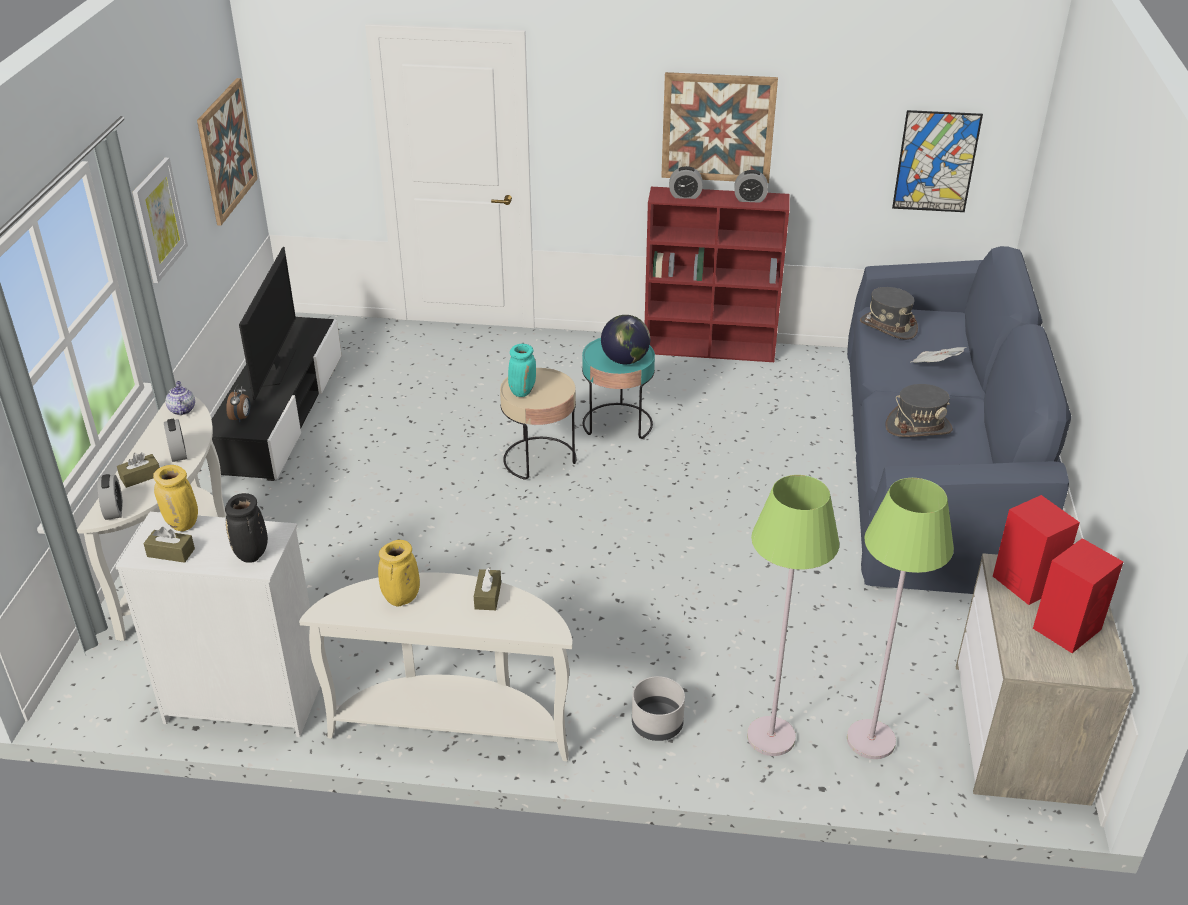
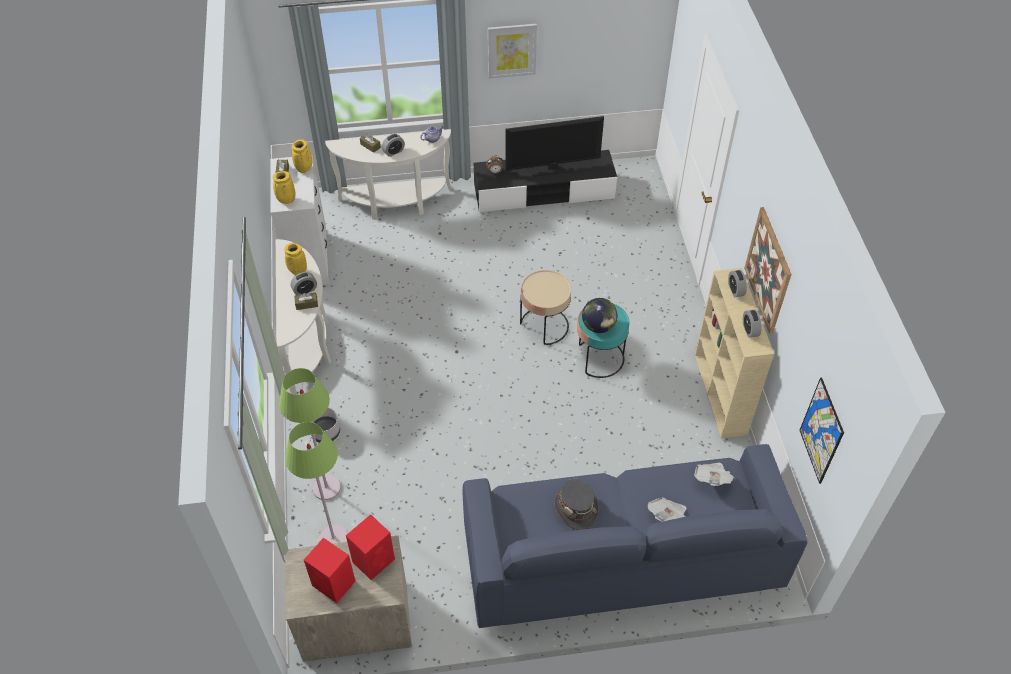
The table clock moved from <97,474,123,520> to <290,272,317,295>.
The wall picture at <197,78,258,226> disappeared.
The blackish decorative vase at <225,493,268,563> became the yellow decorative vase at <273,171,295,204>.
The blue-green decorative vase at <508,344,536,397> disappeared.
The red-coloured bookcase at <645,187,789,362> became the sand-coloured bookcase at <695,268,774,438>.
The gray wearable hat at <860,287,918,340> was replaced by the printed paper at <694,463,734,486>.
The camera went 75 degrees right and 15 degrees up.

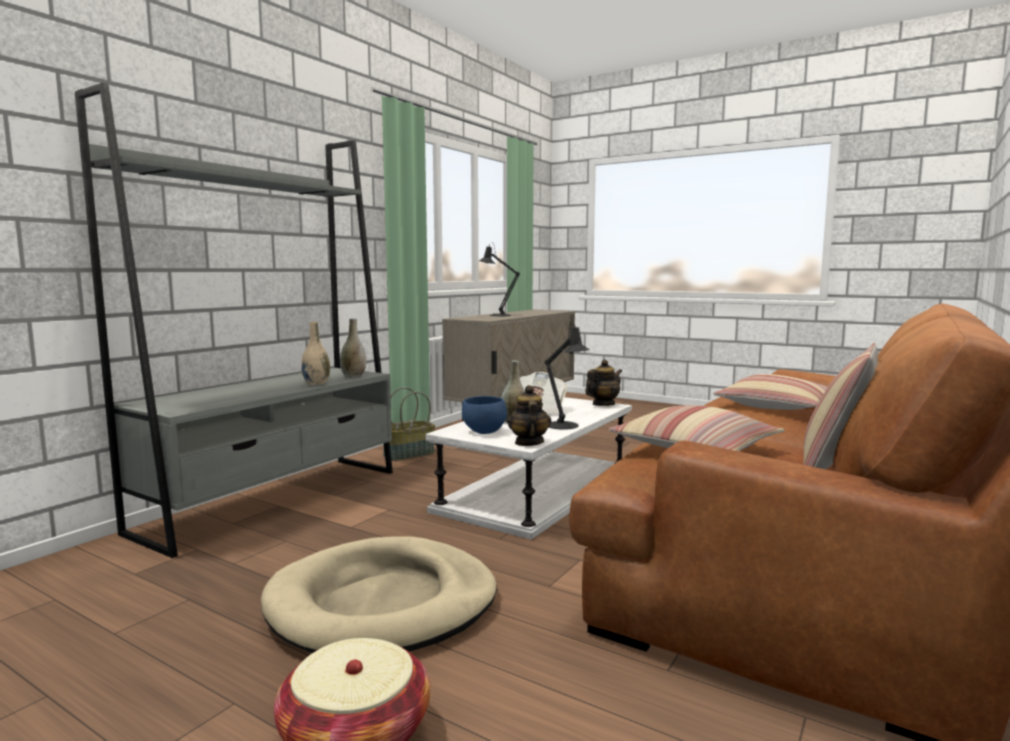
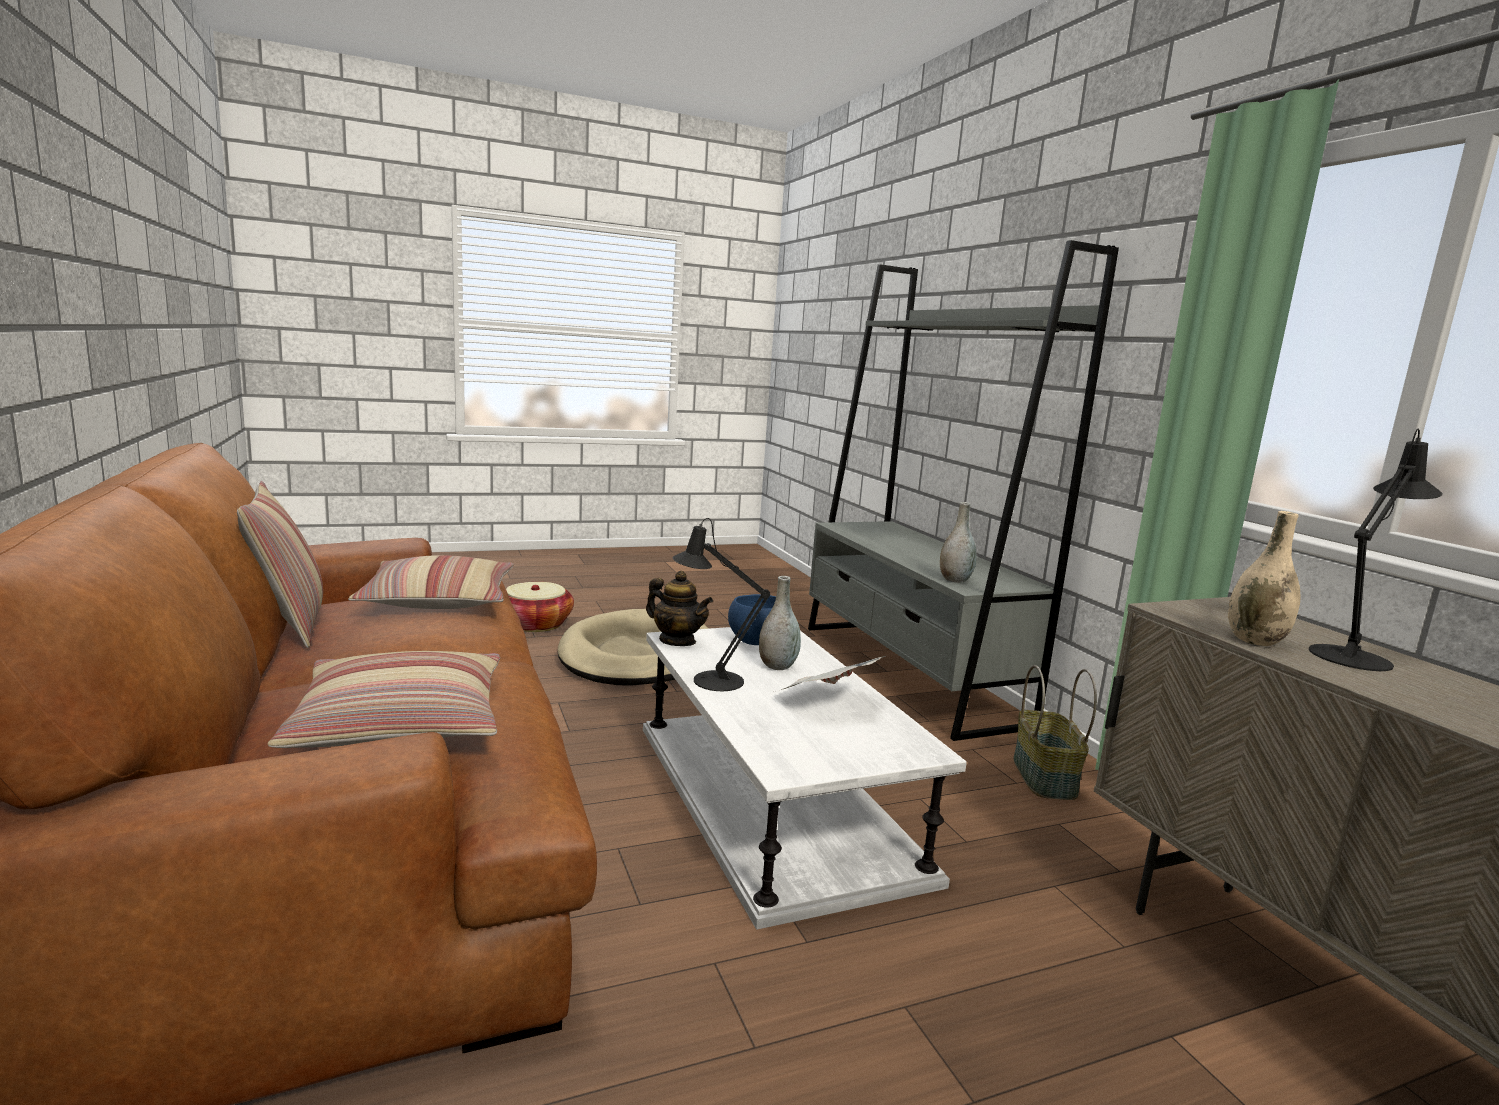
The sand-coloured decorative vase moved from <301,322,330,385> to <1228,511,1300,646>.
The tea pot at <585,360,622,406> disappeared.
The camera went 125 degrees right and 5 degrees up.

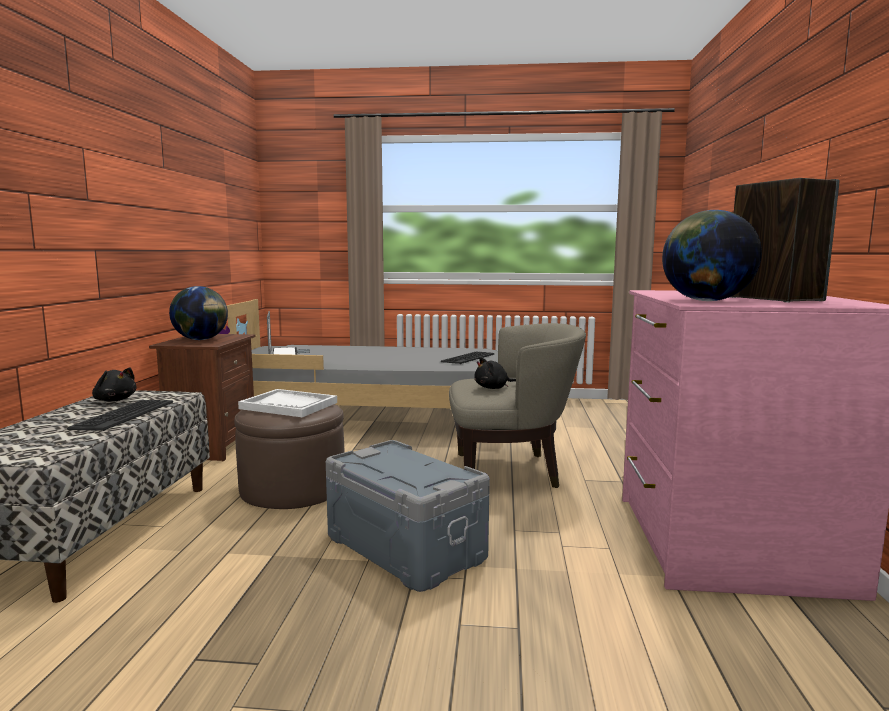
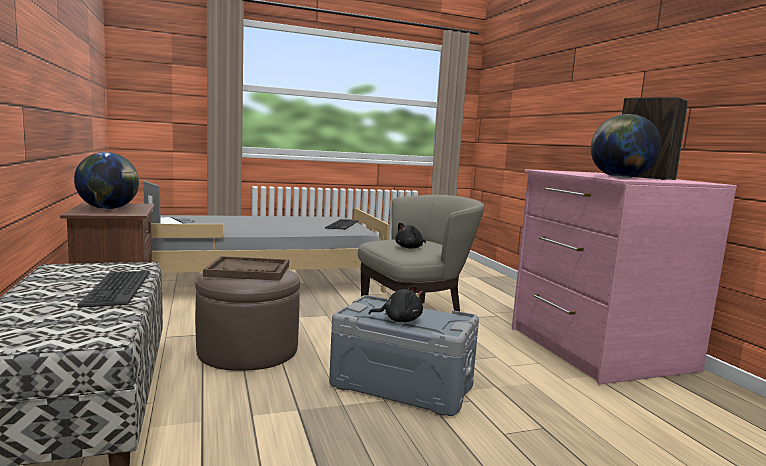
The blackish plush toy moved from <92,368,137,402> to <369,285,423,322>.
The whitish tray at <238,389,337,417> became the brown-coloured tray at <203,256,289,281>.
The camera went 25 degrees left and 0 degrees up.

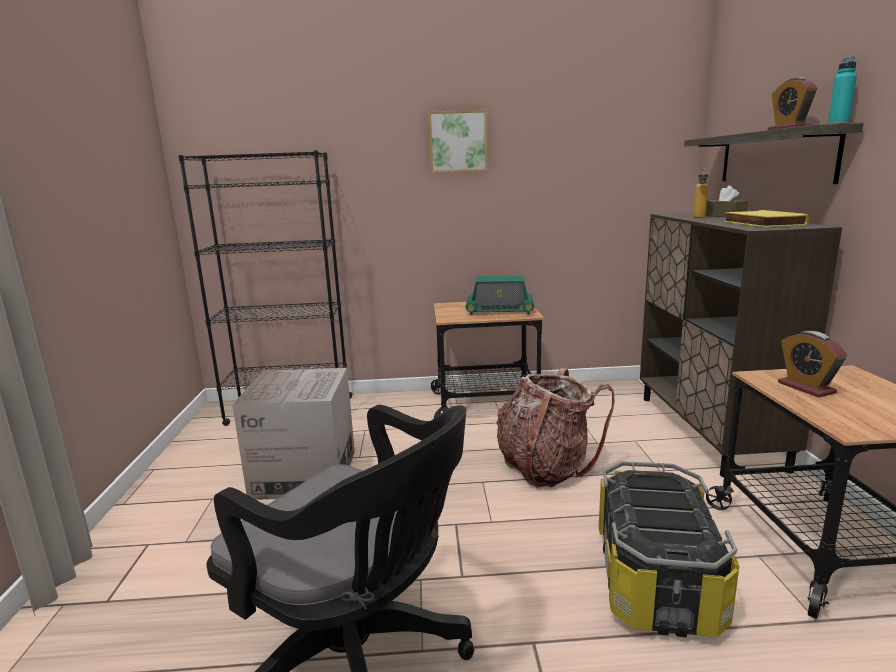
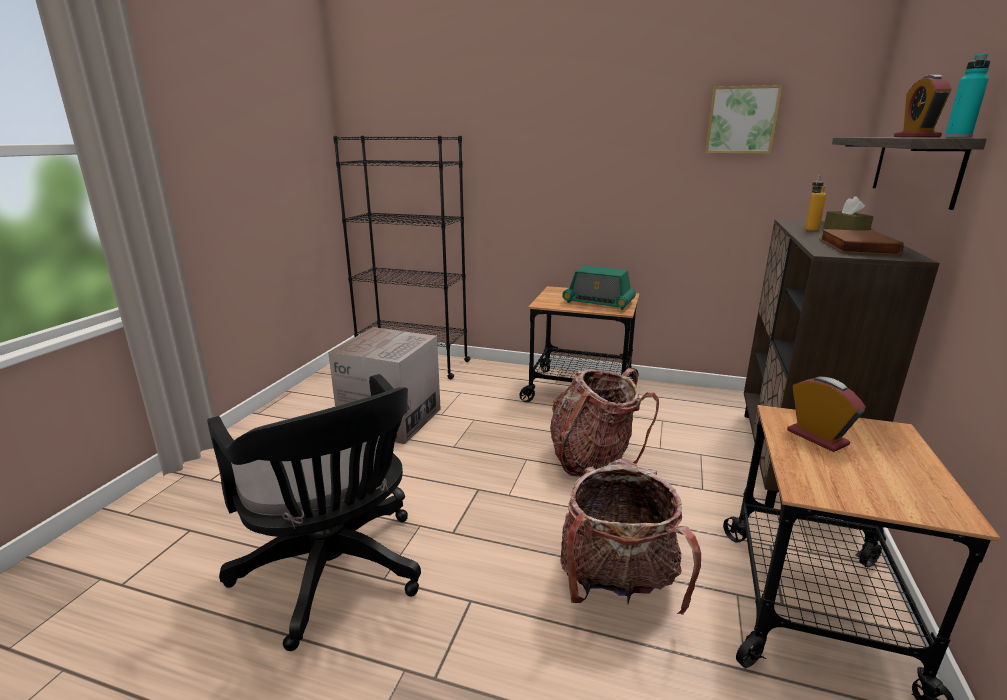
The wall picture moved from <428,110,488,173> to <705,85,782,154>.
The storage box at <599,461,739,638> was replaced by the rucksack at <560,458,701,615>.
The yellow bound book at <724,210,809,227> became the brown-coloured bound book at <819,229,904,256>.
The table clock at <778,331,847,397> turned 150 degrees clockwise.
The camera went 20 degrees right and 5 degrees up.

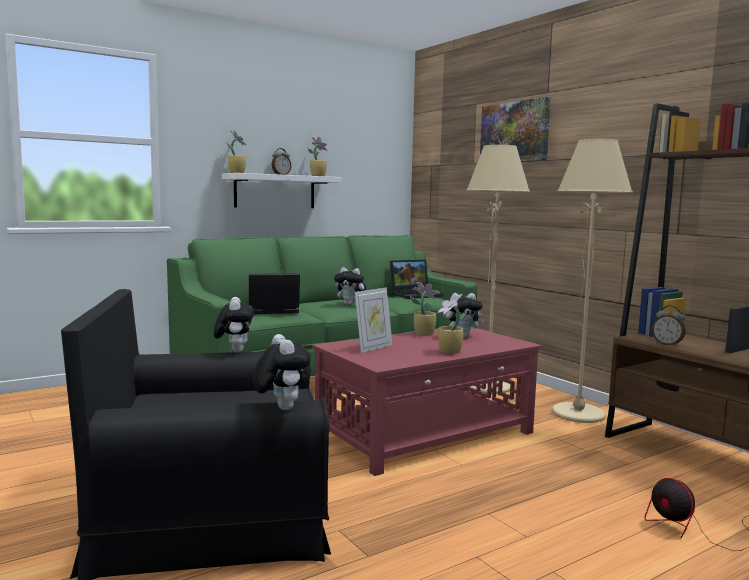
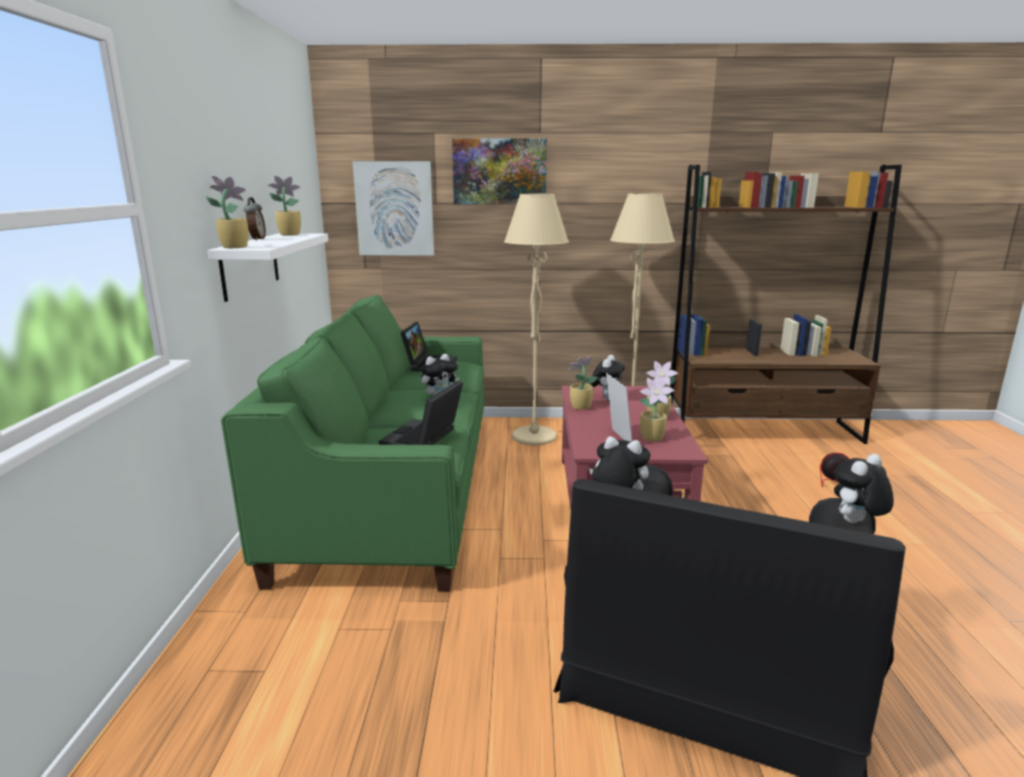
The plush toy at <252,334,311,410> turned 45 degrees counterclockwise.
The table clock at <652,305,686,347> disappeared.
The wall picture at <353,161,434,256> appeared.
The houseplant at <639,377,675,442> appeared.
The camera went 55 degrees left and 10 degrees up.

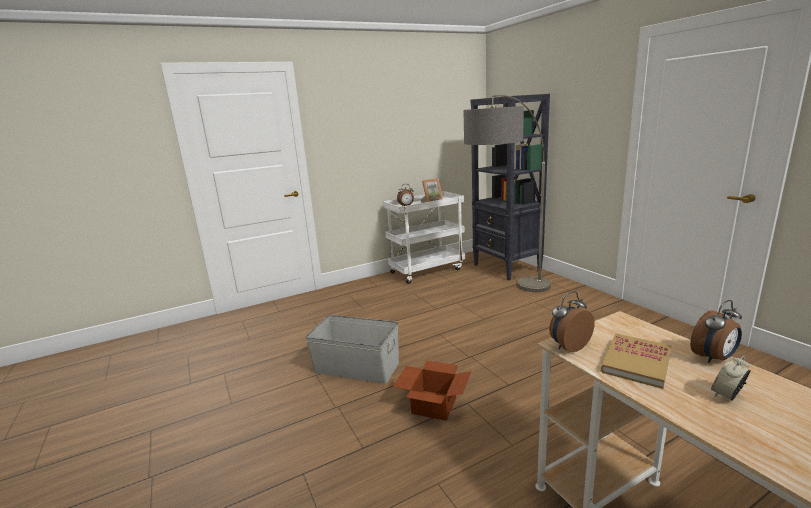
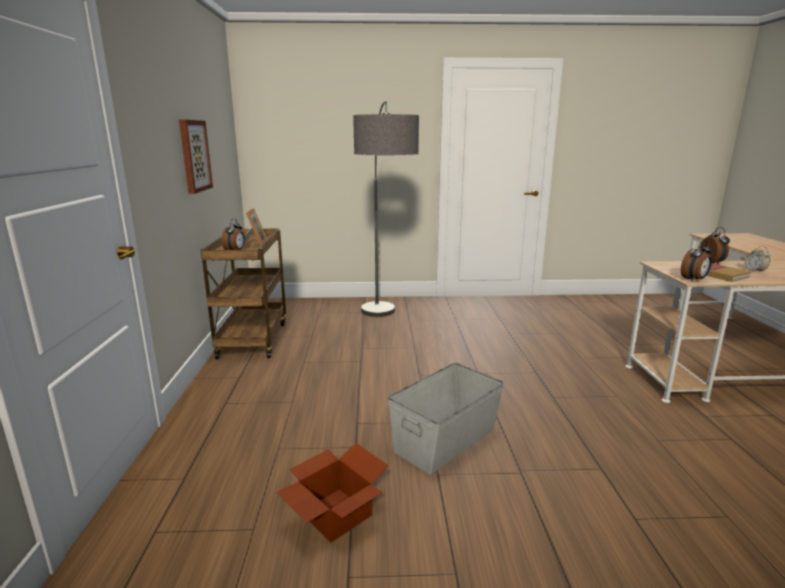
The whitish trolley at <383,191,465,284> became the brown-coloured trolley at <201,229,286,359>.
The packing box moved from <393,360,472,421> to <276,443,389,542>.
The blackish bookcase at <470,94,550,280> disappeared.
The table clock at <549,291,595,352> turned 120 degrees counterclockwise.
The wall picture at <179,119,213,194> appeared.
The camera went 65 degrees left and 0 degrees up.

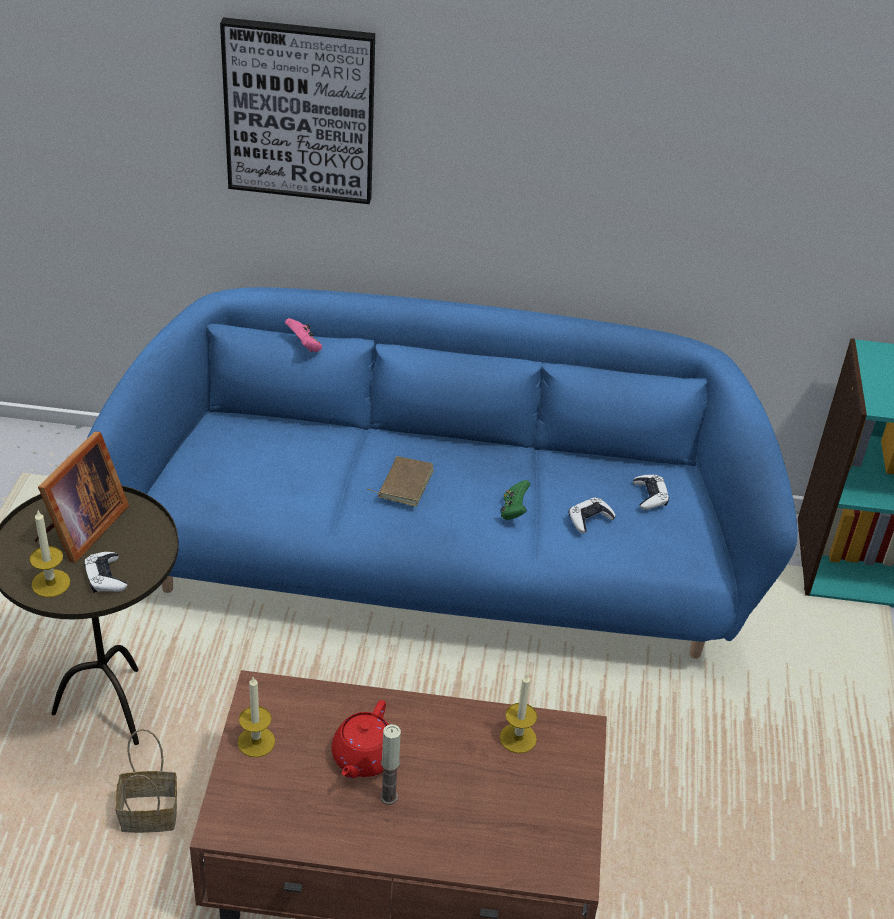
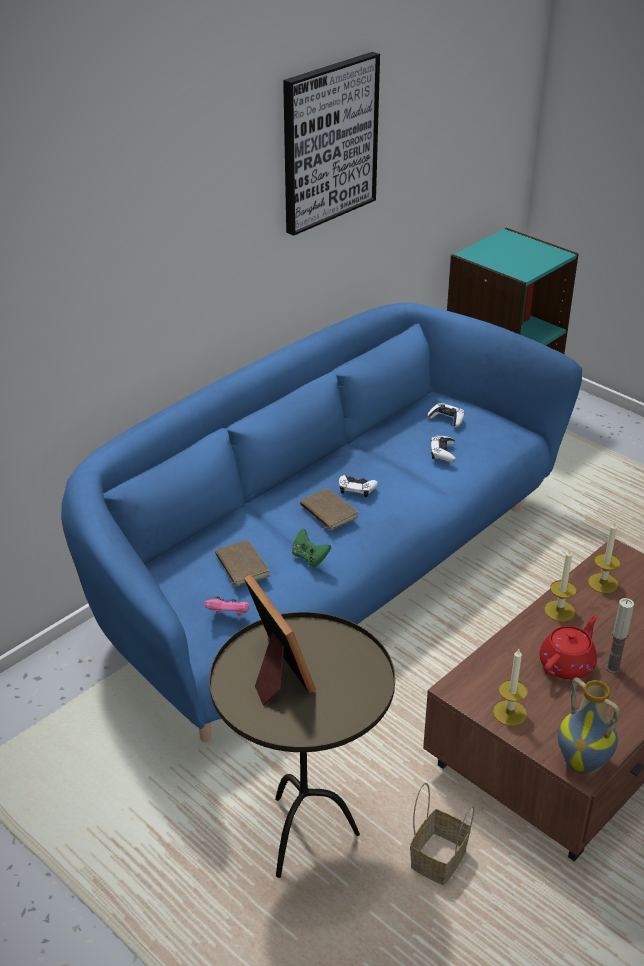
The candle moved from <30,511,70,597> to <545,549,577,622>.
The whitish game controller moved from <84,552,127,593> to <339,475,378,497>.
The wall picture moved from <220,17,375,204> to <283,52,380,236>.
The pinkish game controller moved from <285,318,322,352> to <205,596,249,616>.
The red-coloured tea pot at <332,700,389,779> turned 105 degrees counterclockwise.
The green game controller moved from <501,480,530,520> to <292,528,331,567>.
The brown-coloured bound book at <215,540,270,586> appeared.
The decorative vase at <558,677,620,774> appeared.
The camera went 50 degrees left and 5 degrees down.

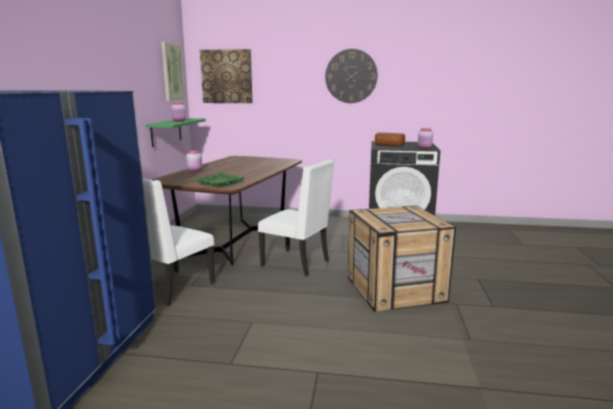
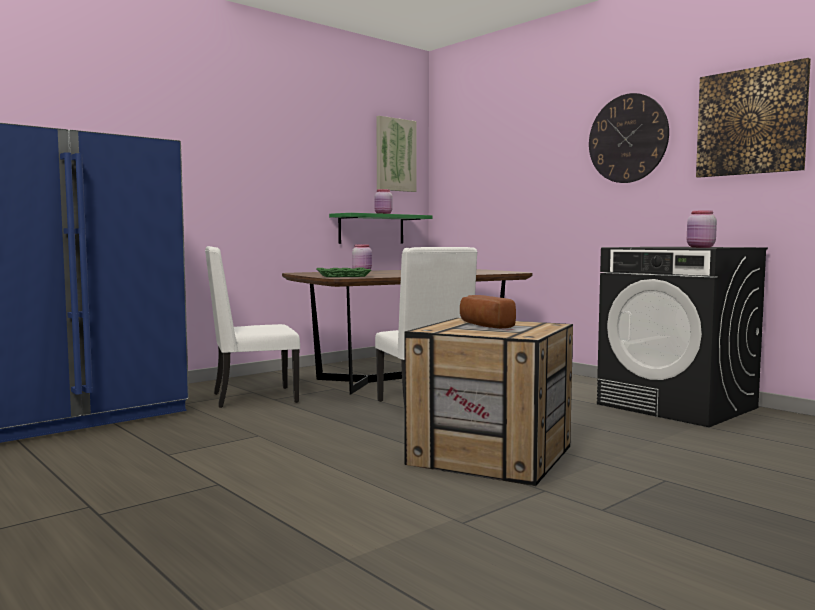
The wall picture moved from <200,49,252,103> to <696,58,811,178>.
The bakery bread moved from <375,133,405,146> to <460,295,516,328>.
The camera went 40 degrees right and 10 degrees down.

